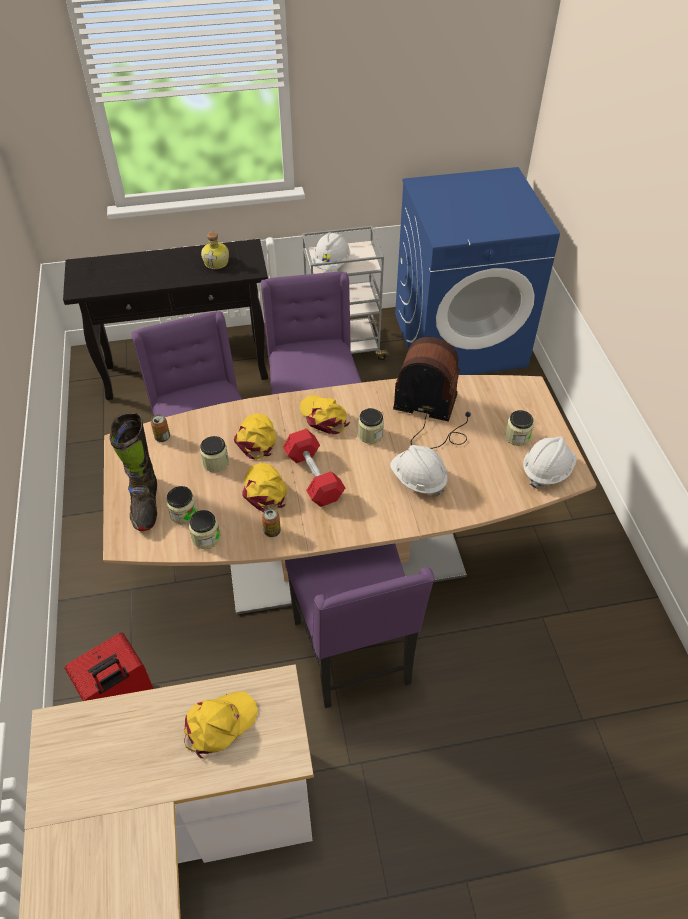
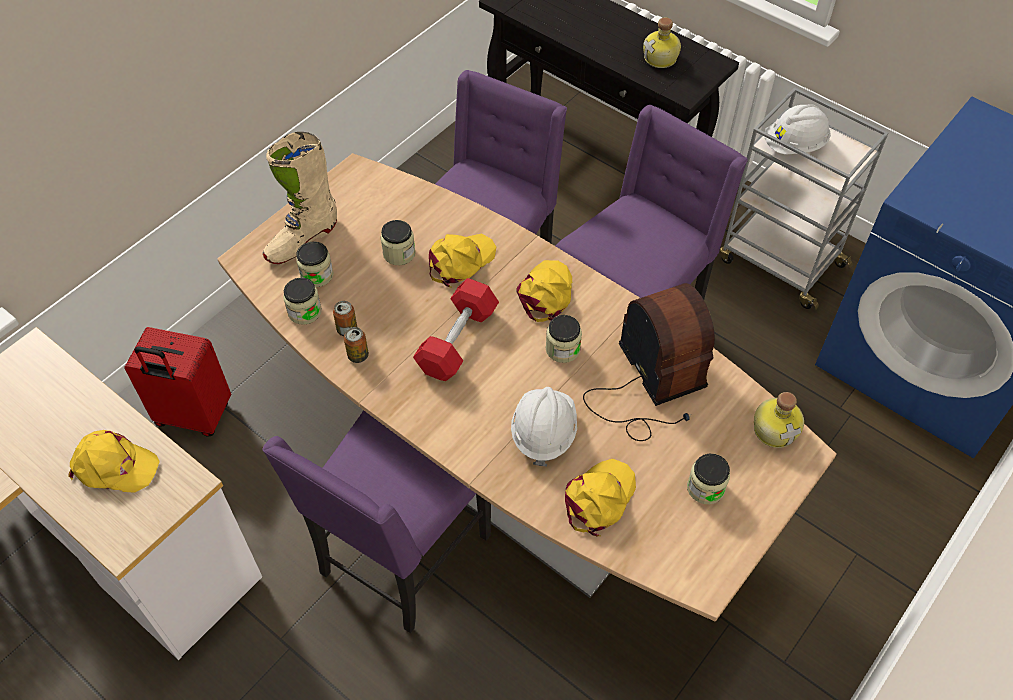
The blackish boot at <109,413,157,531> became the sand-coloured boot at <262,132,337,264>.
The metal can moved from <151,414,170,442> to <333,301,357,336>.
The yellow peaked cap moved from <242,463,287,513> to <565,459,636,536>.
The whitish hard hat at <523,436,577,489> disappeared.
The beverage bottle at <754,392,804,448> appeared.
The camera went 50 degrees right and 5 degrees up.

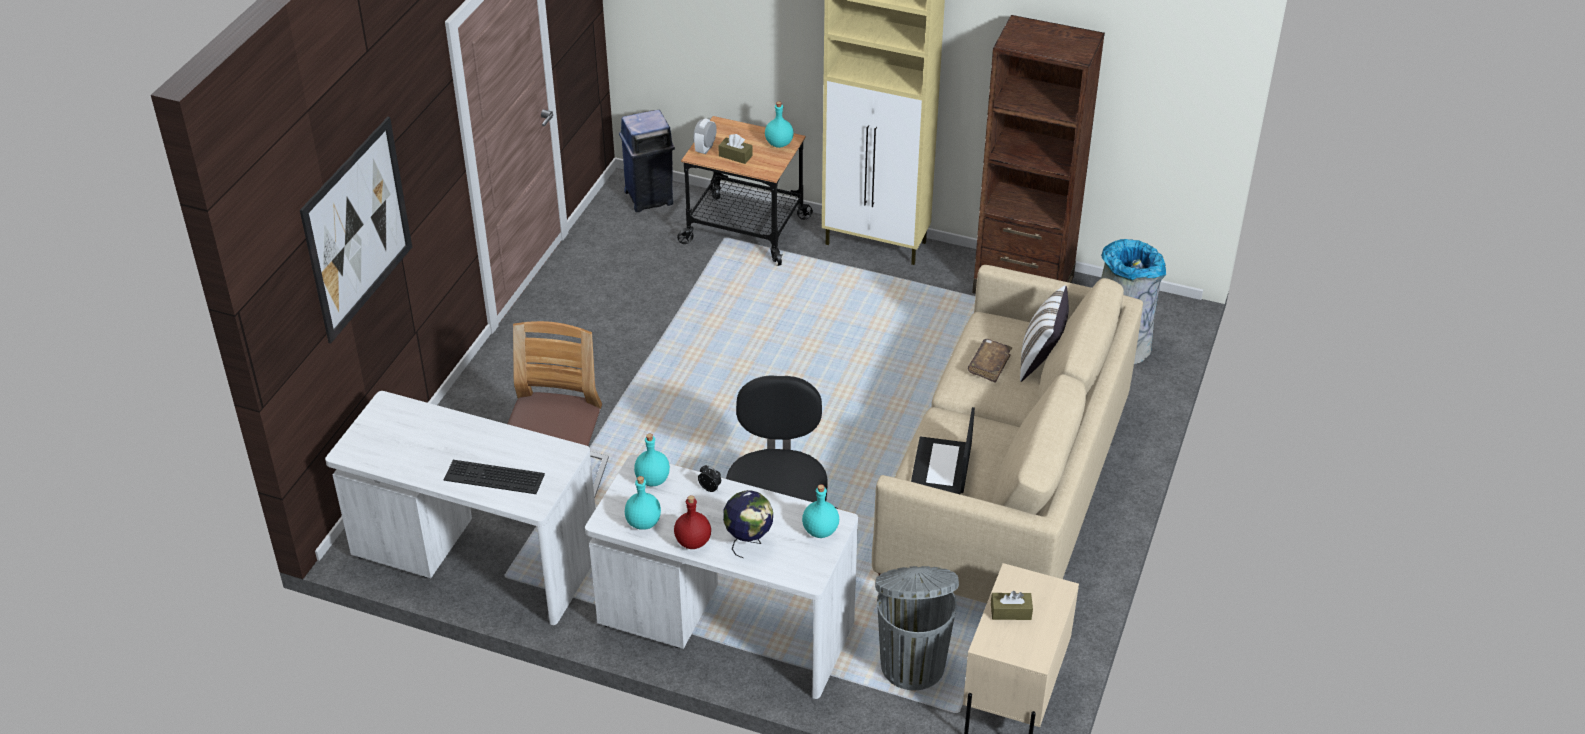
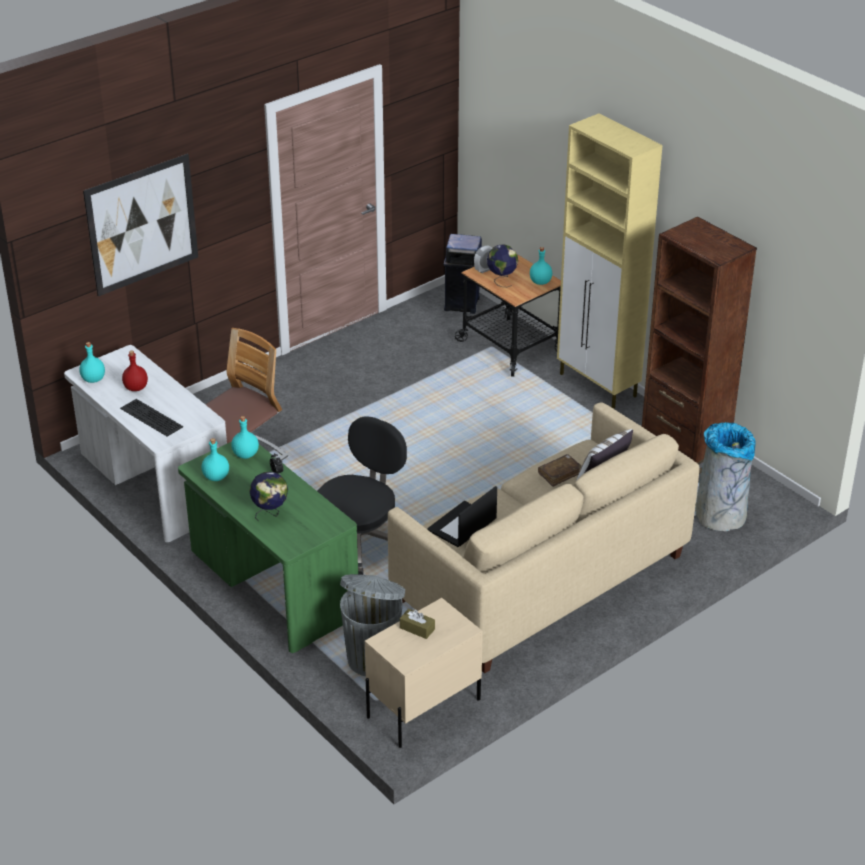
The whitish desk at <585,454,858,699> became the green desk at <178,442,358,653>.
The red-coloured beverage bottle moved from <674,495,711,549> to <122,351,148,391>.
The brown-coloured box of tissues at <718,134,753,164> was replaced by the desk globe at <487,244,518,287>.
The blue-green beverage bottle moved from <802,484,839,538> to <80,342,105,383>.
The camera went 30 degrees right and 5 degrees down.

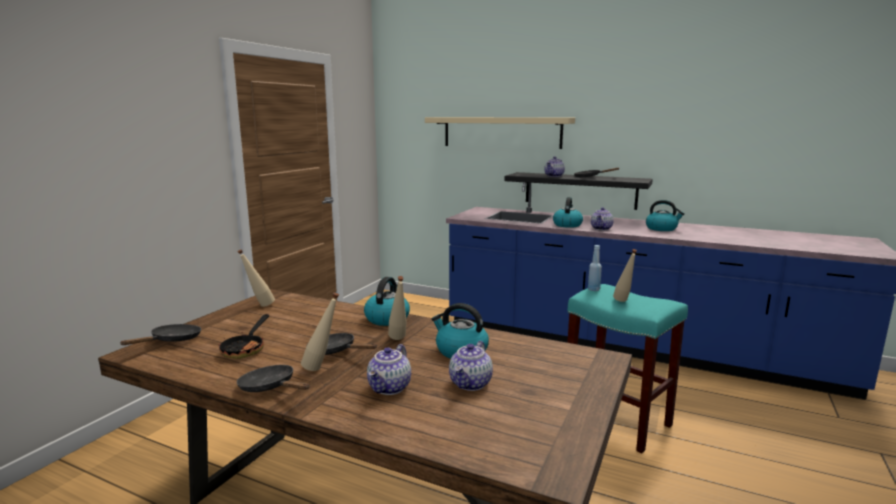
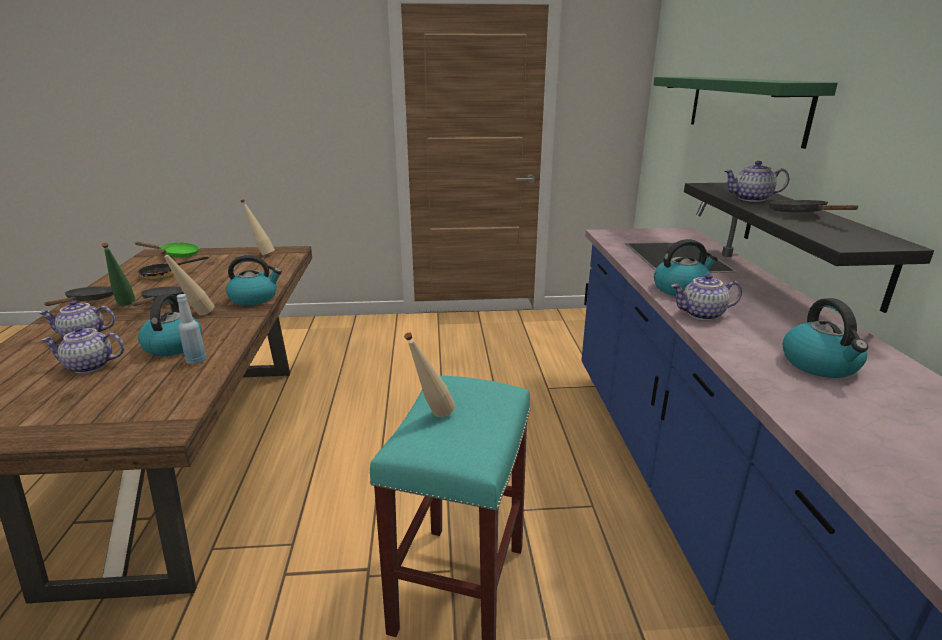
The blackish frying pan at <120,324,201,345> became the green frying pan at <134,242,199,258>.
The sand-coloured beverage bottle at <301,292,339,371> became the green beverage bottle at <102,243,135,306>.
The sand-coloured bracket shelf at <425,117,575,149> became the green bracket shelf at <653,77,838,149>.
The blue-coloured beverage bottle moved from <588,245,602,291> to <177,294,206,365>.
The camera went 60 degrees right and 10 degrees up.

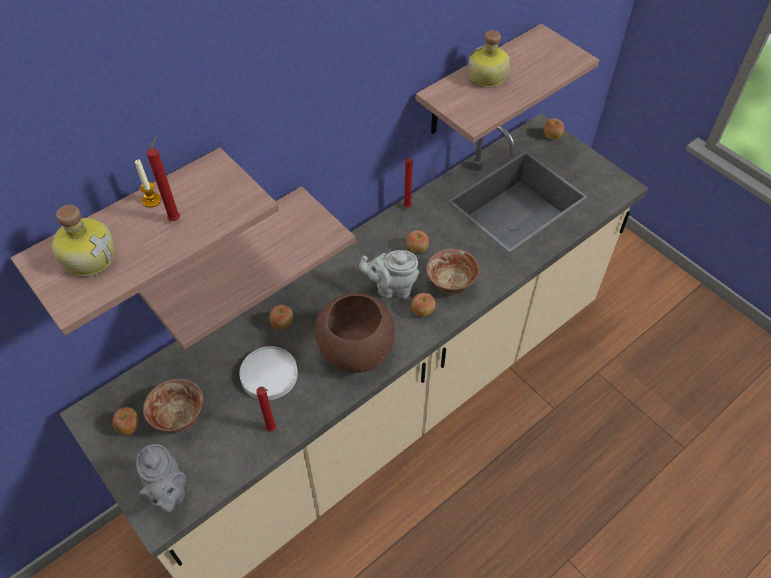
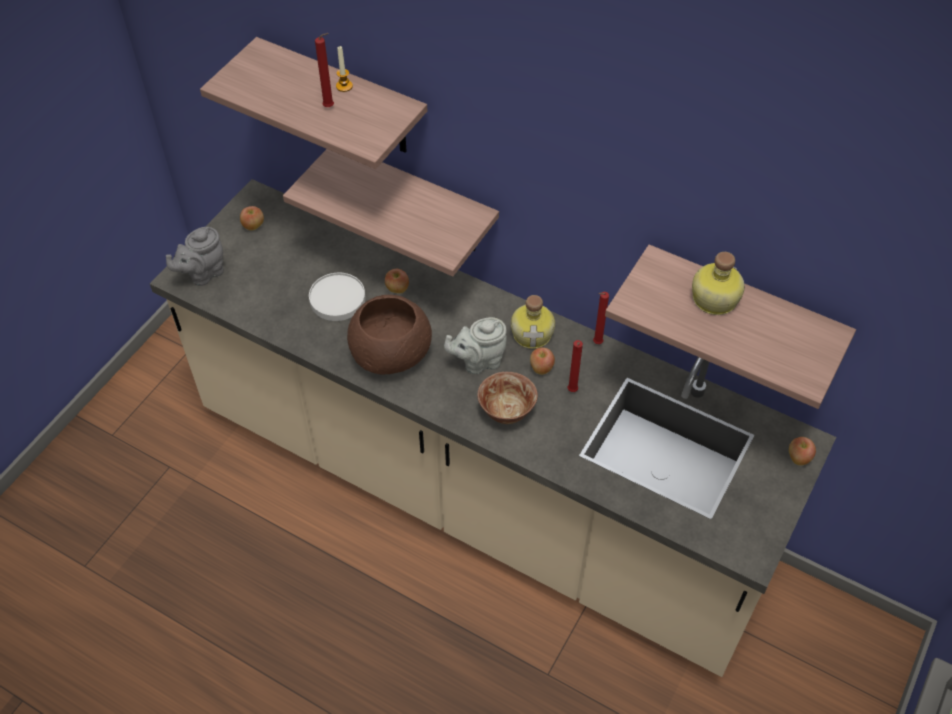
The beverage bottle moved from <52,205,114,276> to <511,295,555,349>.
The serving bowl at <143,379,203,433> disappeared.
The red-coloured candle moved from <256,387,276,432> to <568,340,583,392>.
The gray tea pot at <359,250,419,299> turned 90 degrees counterclockwise.
The apple at <412,293,436,317> disappeared.
The camera went 70 degrees right and 0 degrees up.

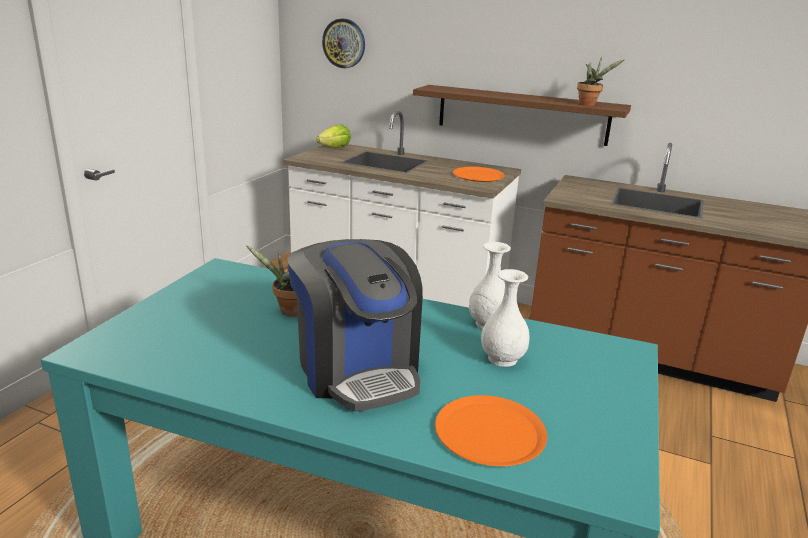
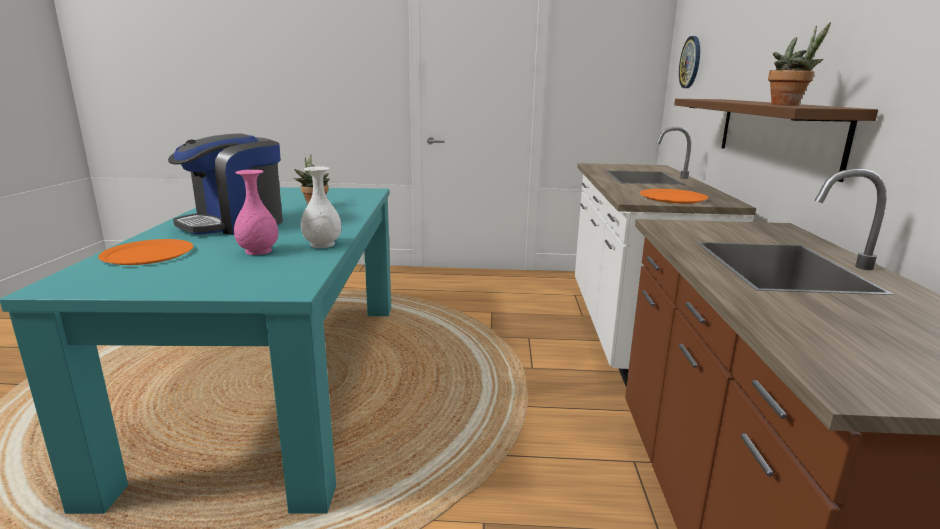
The lettuce head at <316,125,351,148> disappeared.
The whitish decorative vase at <481,269,529,367> became the pinkish decorative vase at <234,170,278,255>.
The camera went 70 degrees right and 5 degrees down.

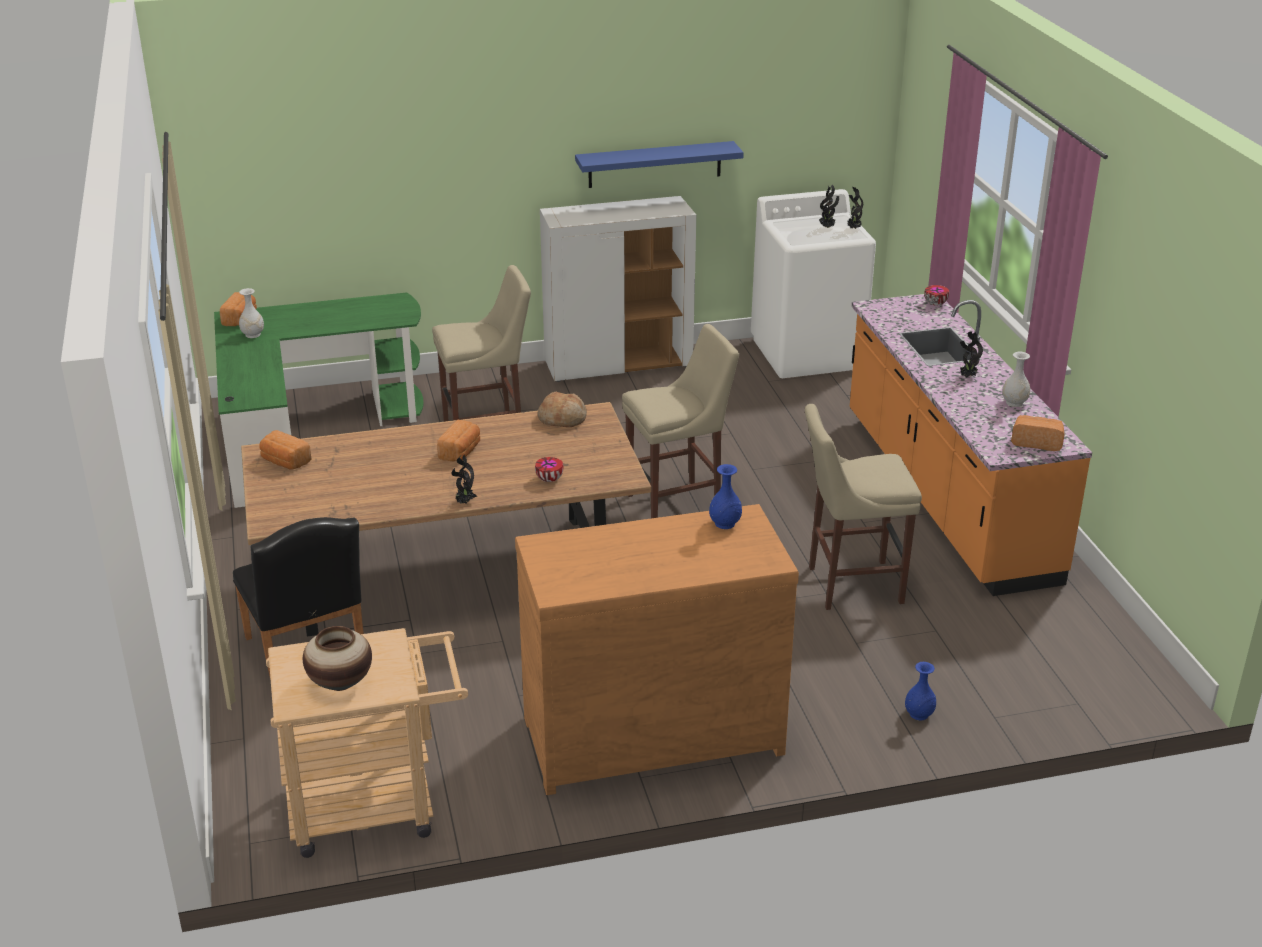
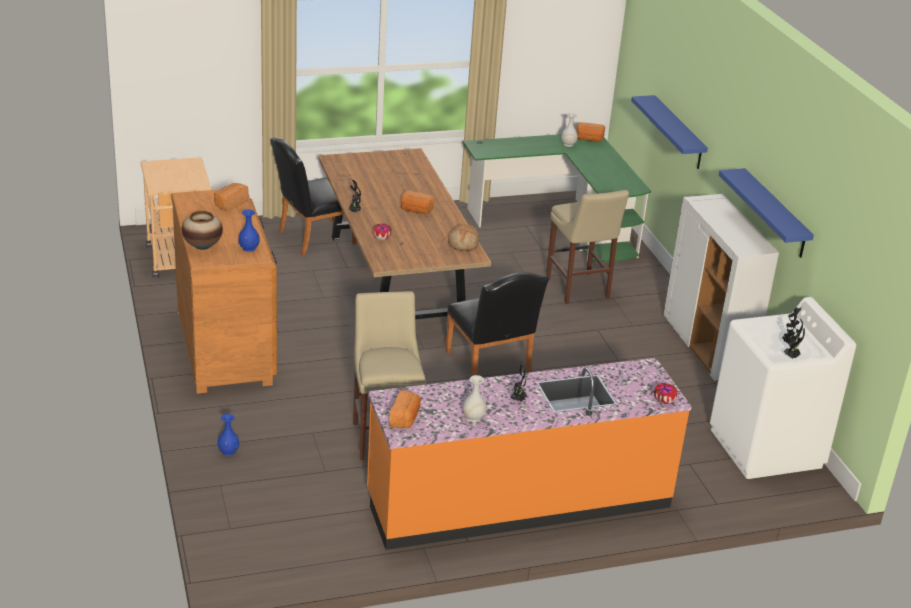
The bakery bread moved from <259,430,311,470> to <214,183,249,211>.
The decorative vase moved from <303,626,372,691> to <182,211,223,250>.
The sand-coloured stool seat at <622,324,739,518> was replaced by the blackish upright chair at <446,272,549,376>.
The blue-coloured bracket shelf at <631,95,708,169> appeared.
The camera went 85 degrees right and 0 degrees up.

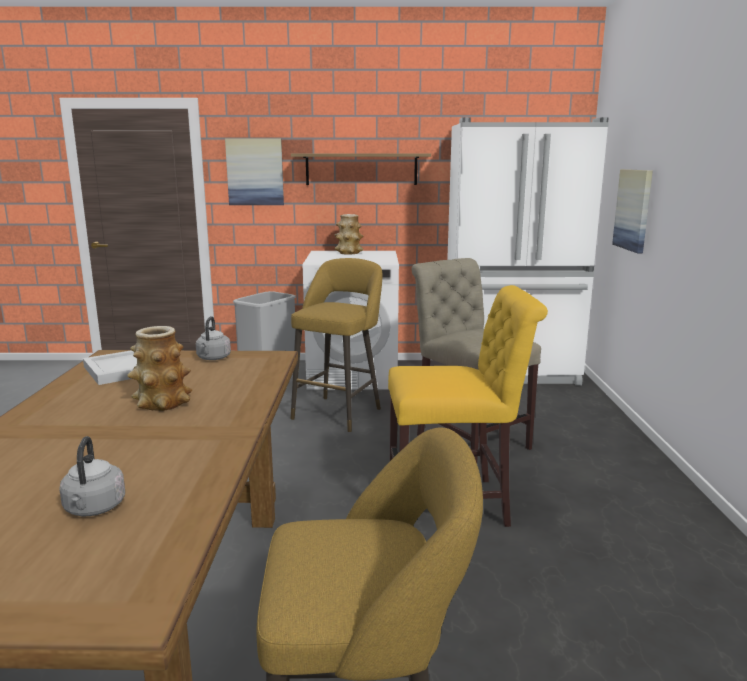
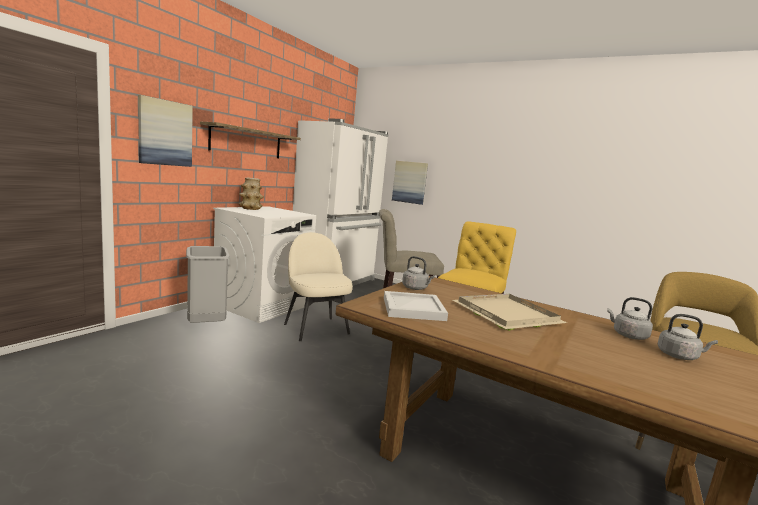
The decorative vase at <127,326,192,411> was replaced by the sand-coloured tray at <453,294,567,331>.
The yellow stool seat at <291,258,382,432> was replaced by the sand-coloured upright chair at <284,232,353,341>.
The gray water kettle at <607,297,653,340> appeared.
The camera went 60 degrees left and 5 degrees down.

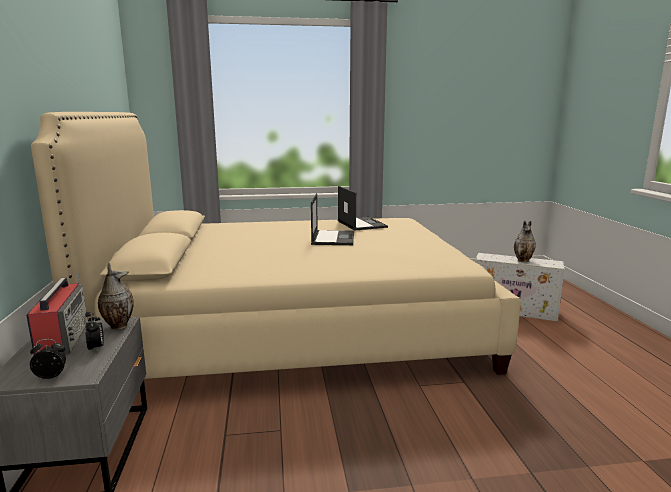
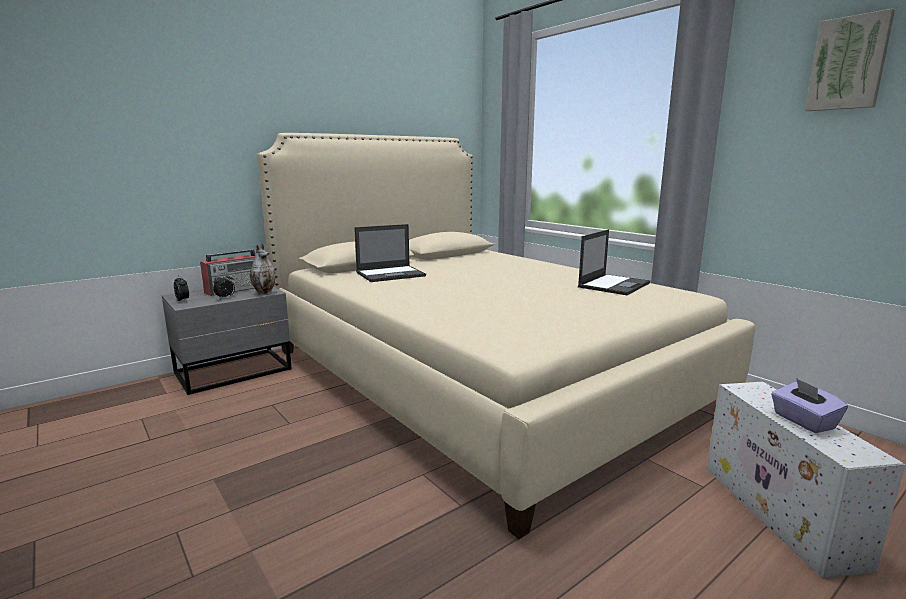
The portable computer moved from <311,193,354,245> to <354,224,426,282>.
The decorative vase at <514,221,536,262> was replaced by the purplish box of tissues at <771,378,848,433>.
The wall picture at <805,9,895,111> appeared.
The camera went 60 degrees right and 0 degrees up.

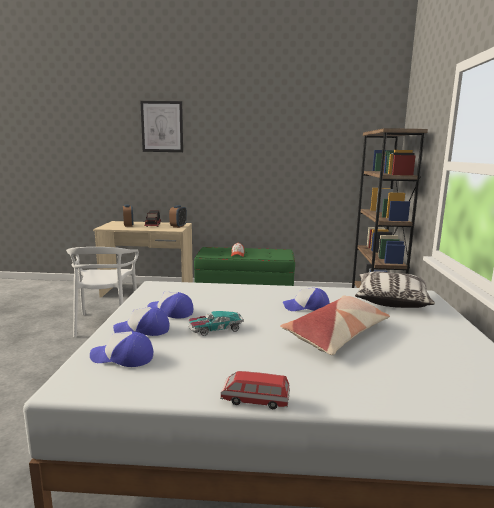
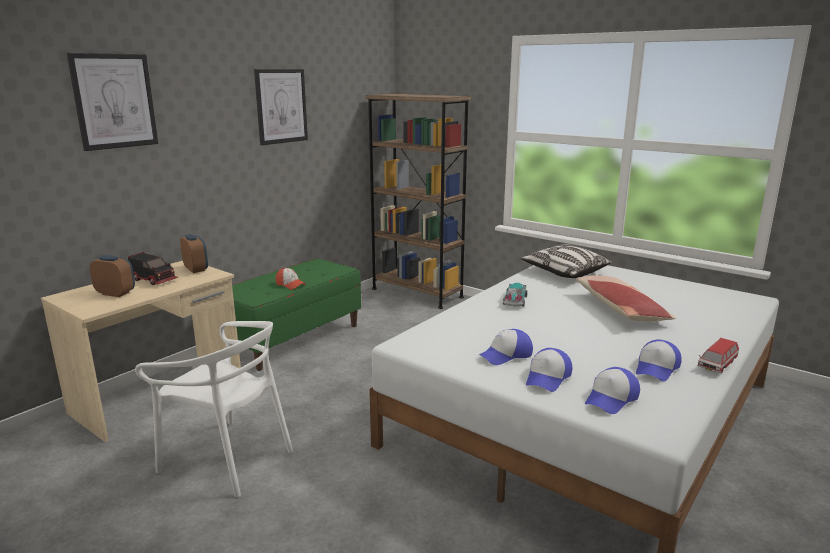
The miniature car moved from <188,311,244,336> to <503,283,528,307>.
The peaked cap moved from <283,288,330,311> to <636,339,682,381>.
The wall picture at <254,69,308,145> appeared.
The camera went 55 degrees left and 5 degrees up.

